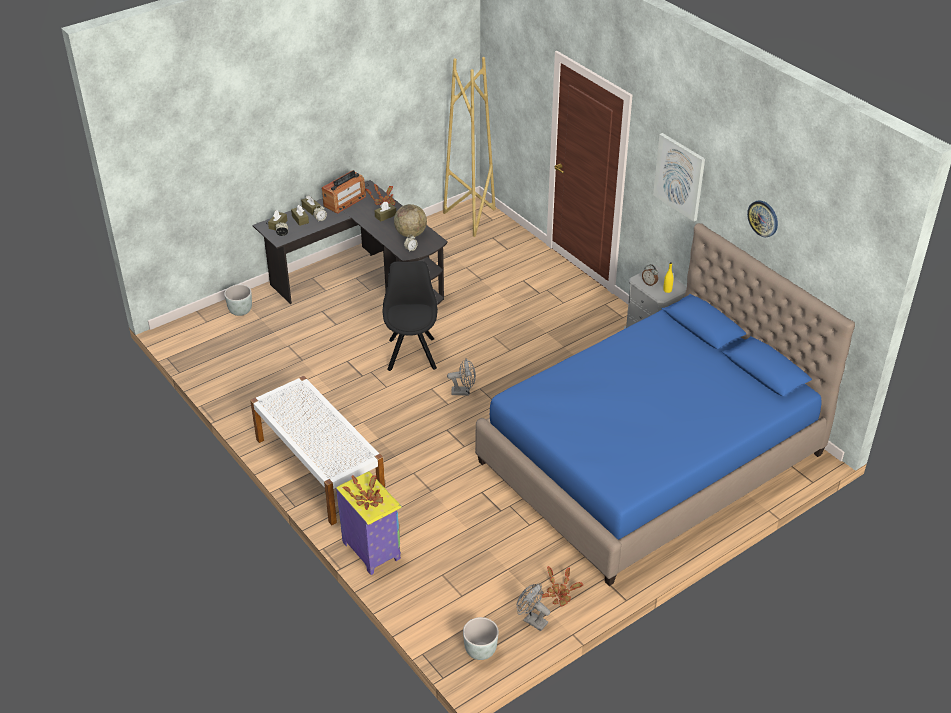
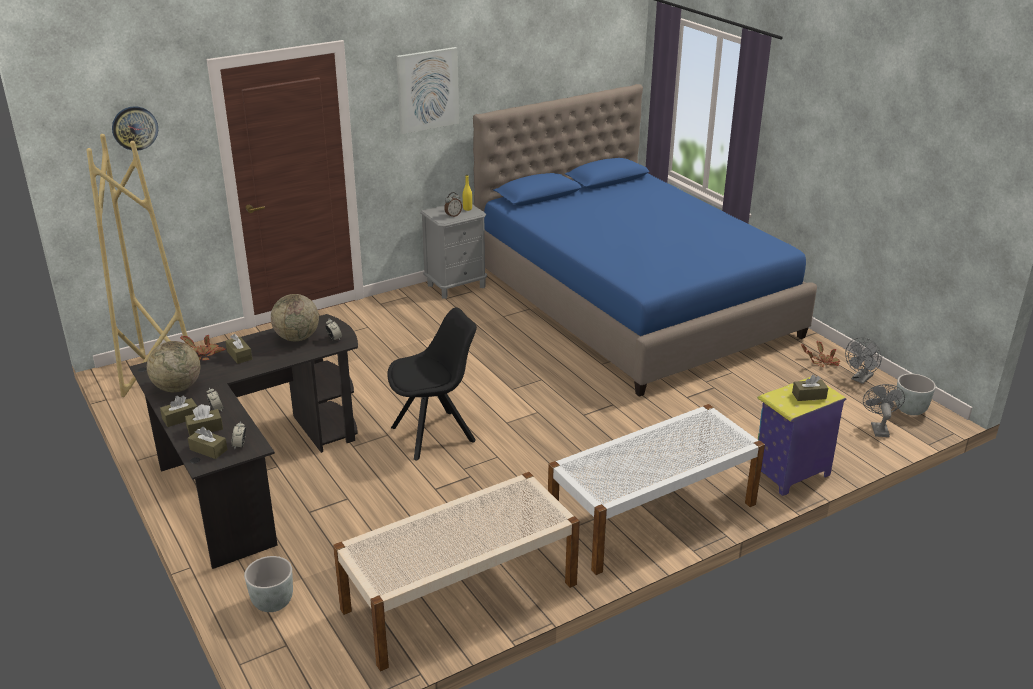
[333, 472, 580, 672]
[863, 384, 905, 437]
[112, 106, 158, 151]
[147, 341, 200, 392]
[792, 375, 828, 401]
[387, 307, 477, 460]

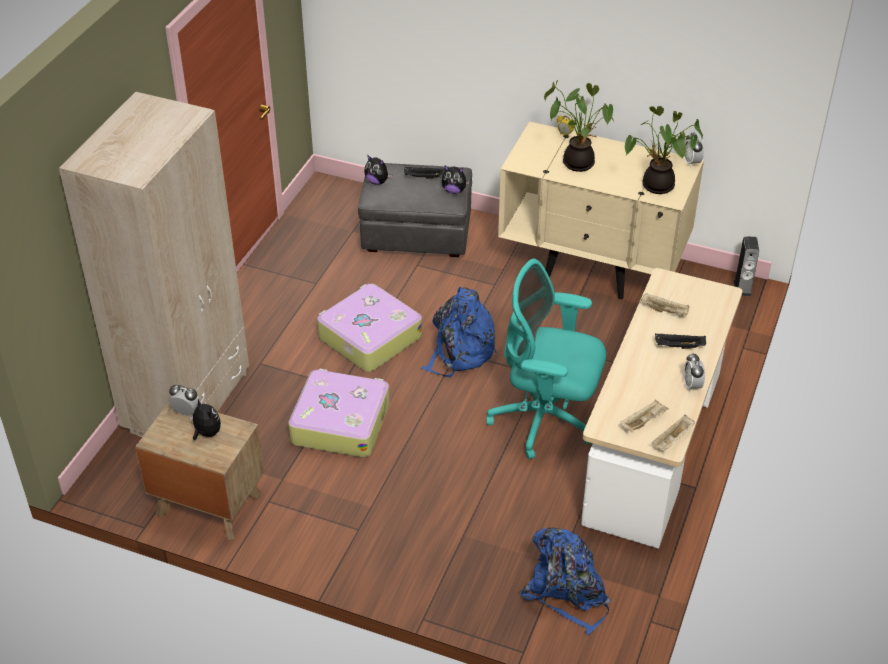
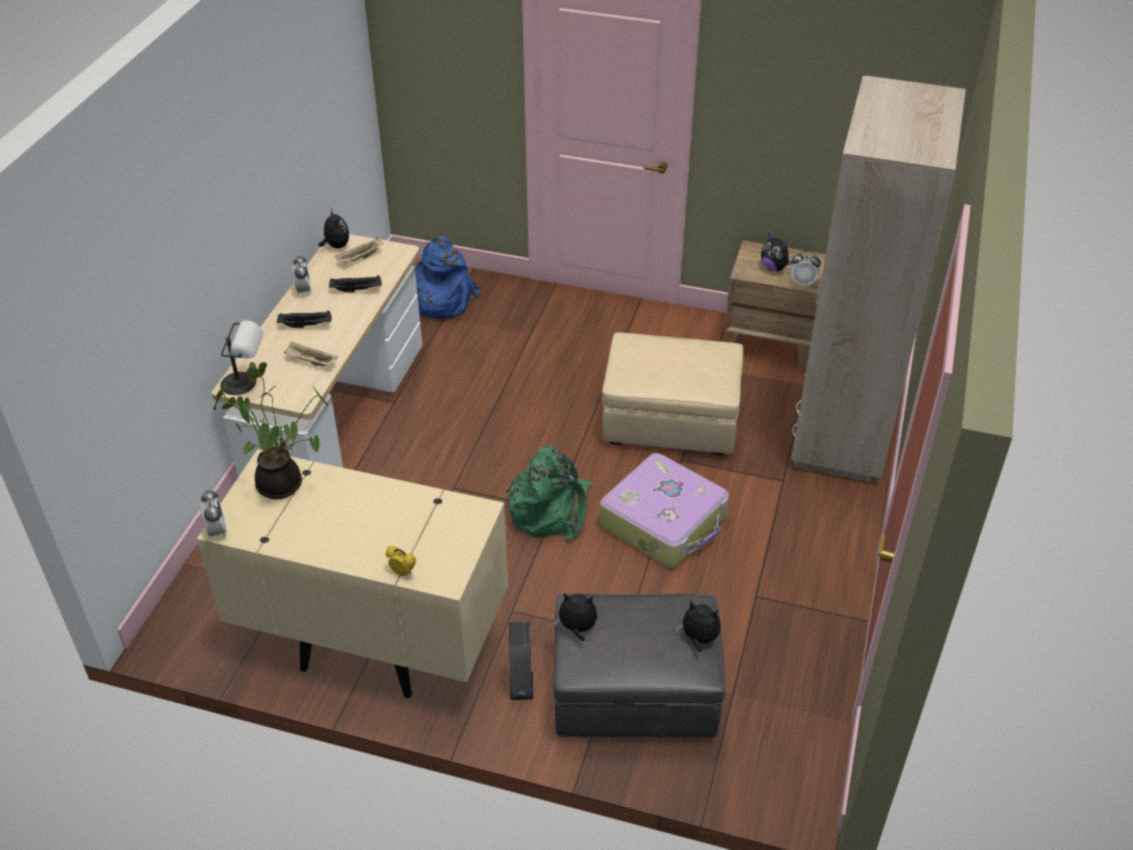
[487, 259, 606, 459] (first image)
[544, 80, 614, 172] (first image)
[220, 320, 264, 395]
[329, 275, 382, 293]
[509, 621, 533, 700]
[602, 333, 744, 456]
[318, 209, 349, 248]
[506, 445, 594, 541]

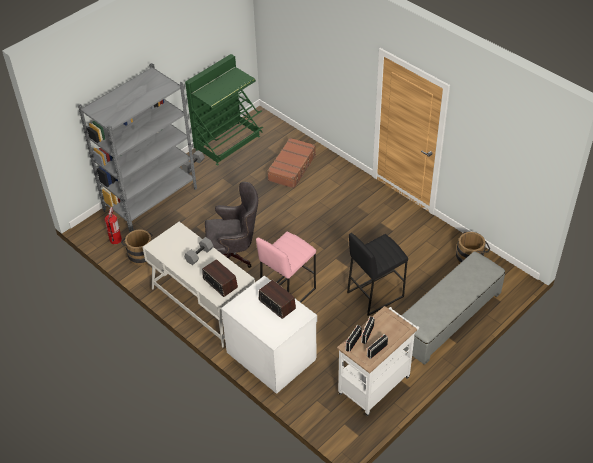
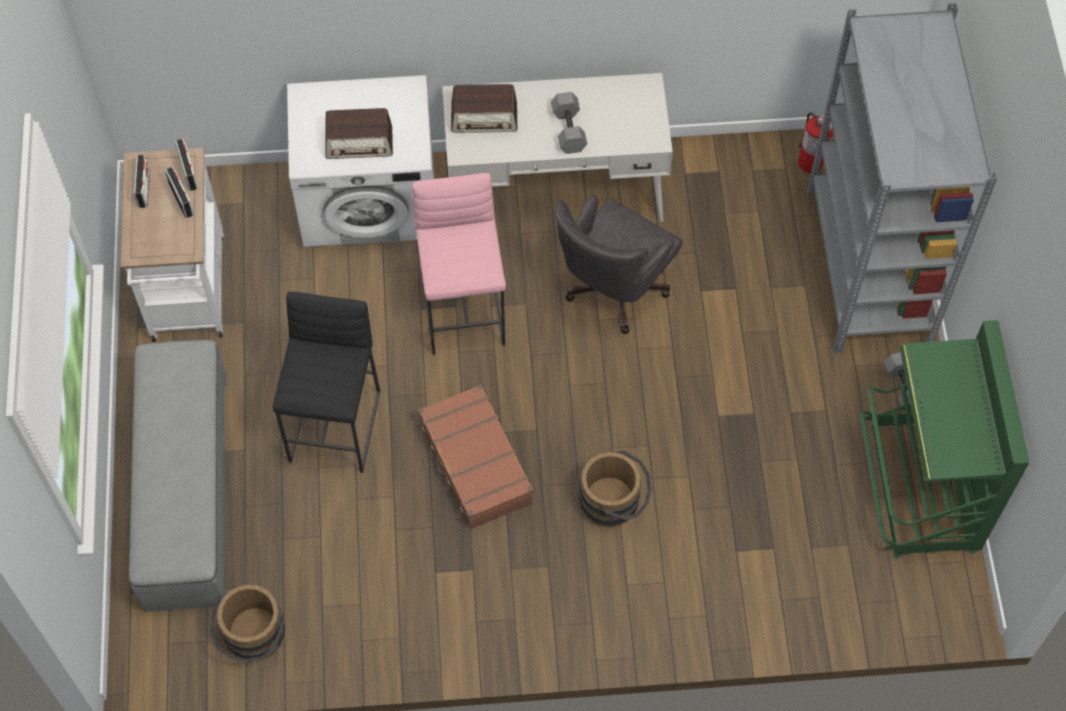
[579, 450, 652, 528]
[418, 384, 533, 529]

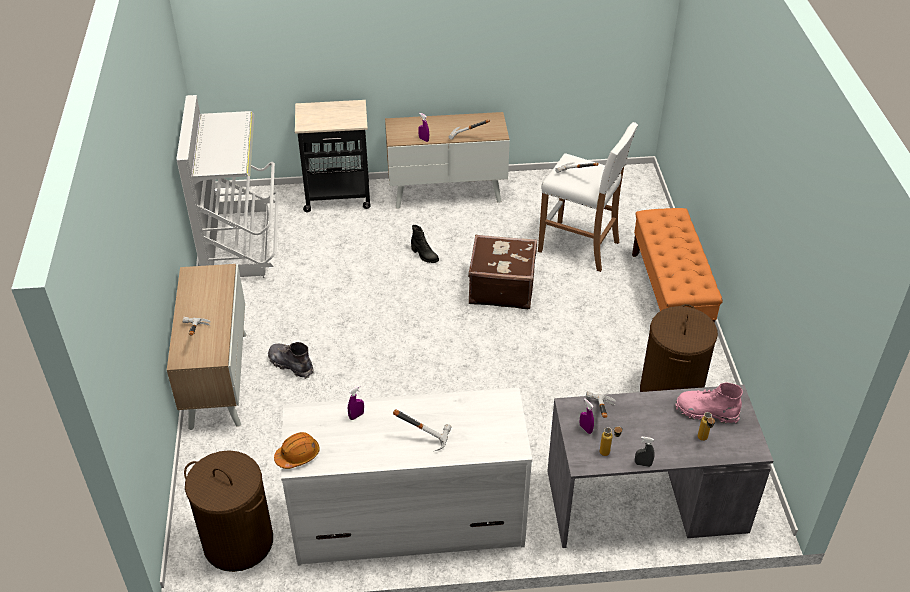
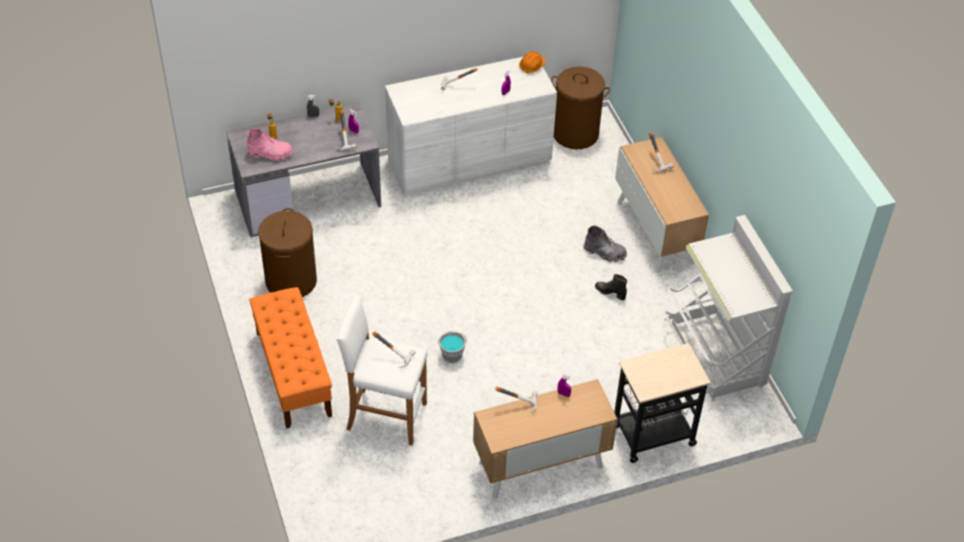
[595, 274, 627, 300]
[438, 331, 467, 363]

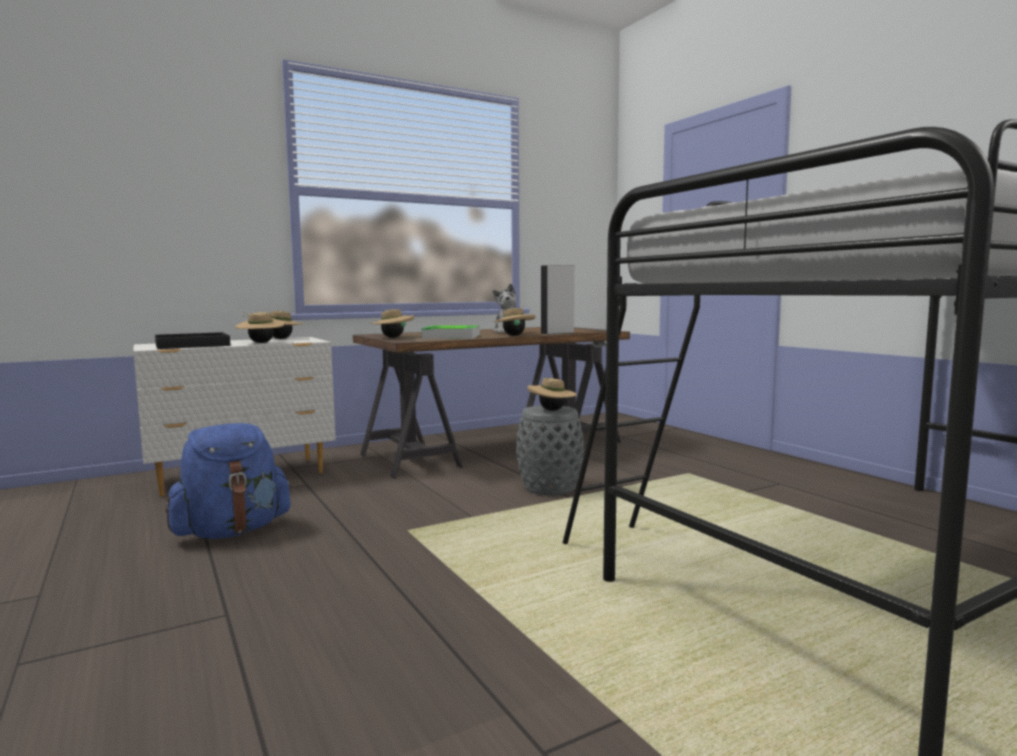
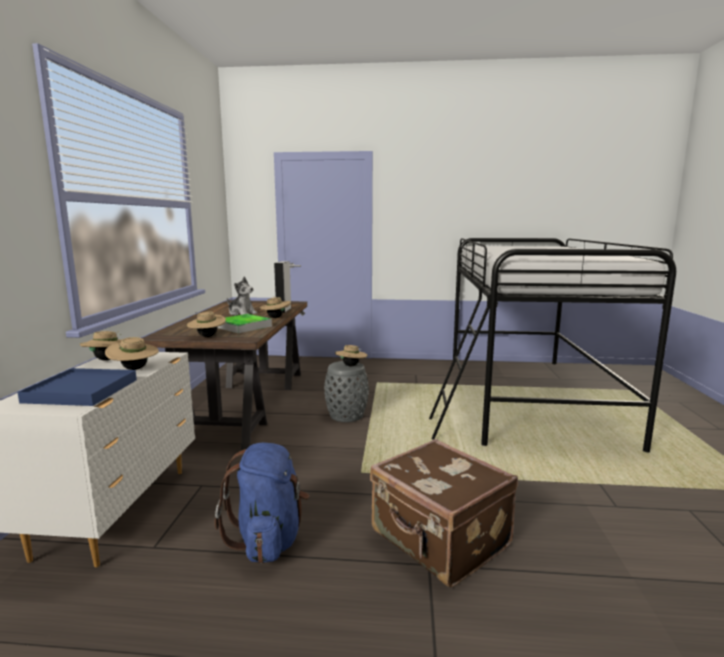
[370, 439, 518, 587]
[17, 368, 137, 406]

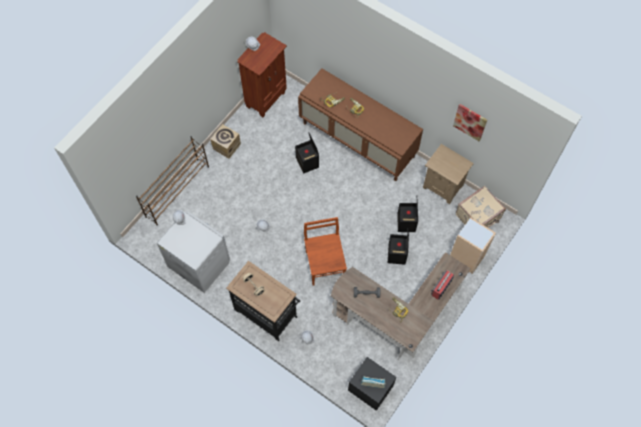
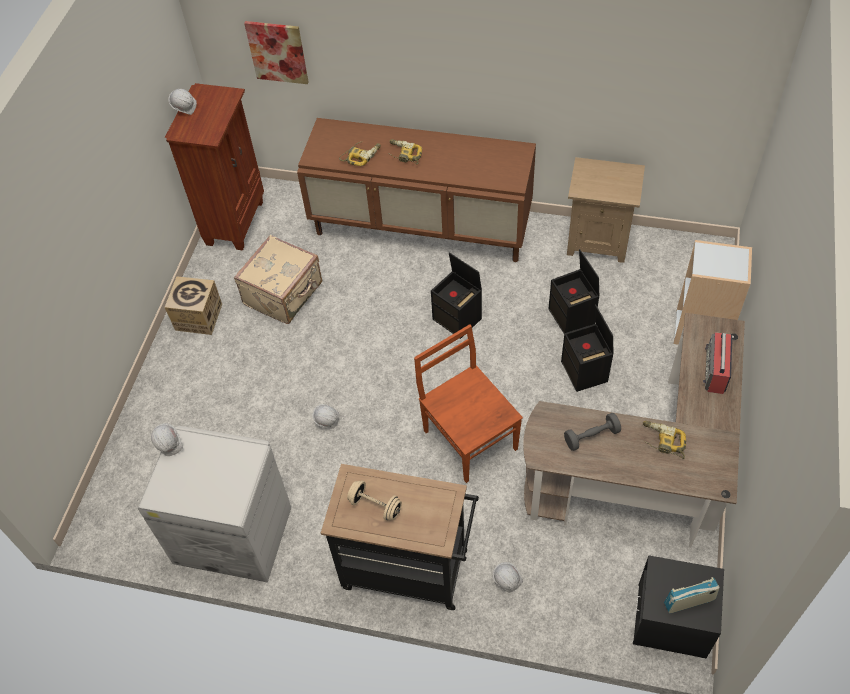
[136, 136, 209, 225] (first image)
[431, 252, 482, 339]
[244, 21, 308, 84]
[234, 235, 322, 324]

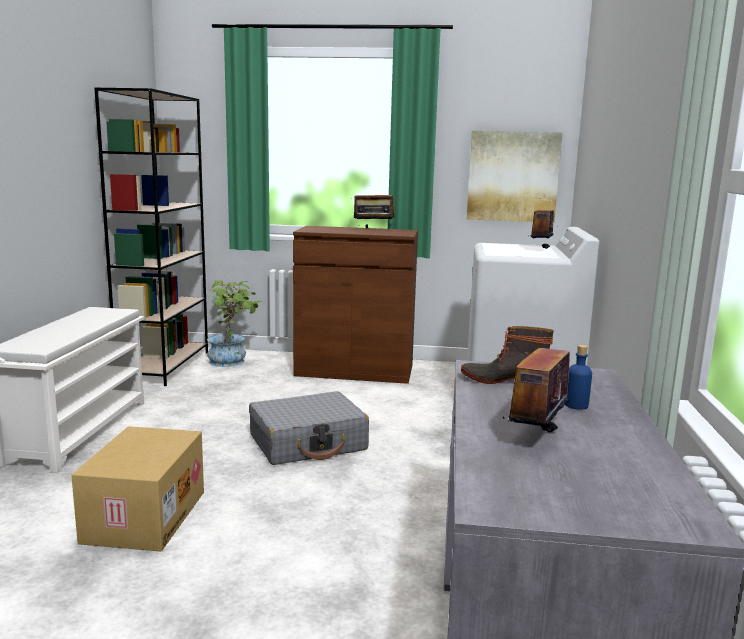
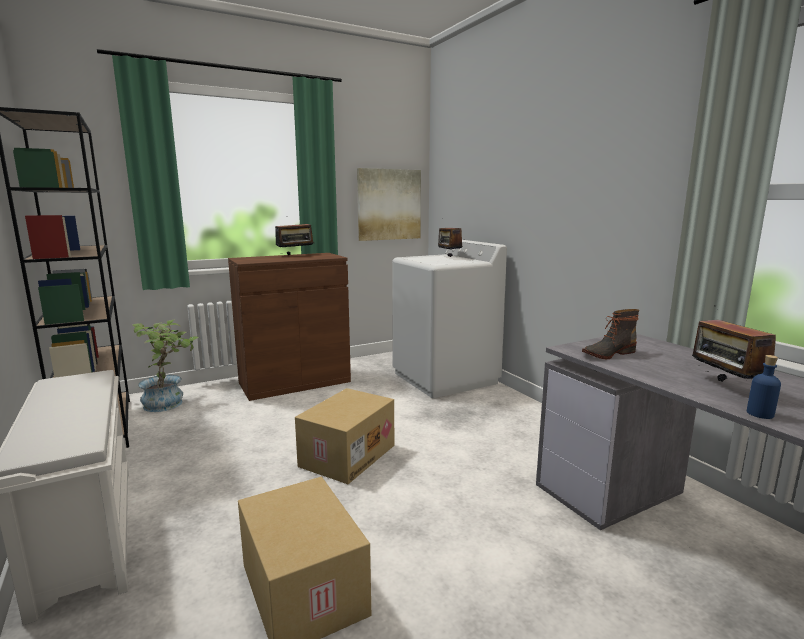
[747, 355, 781, 419]
[295, 388, 394, 484]

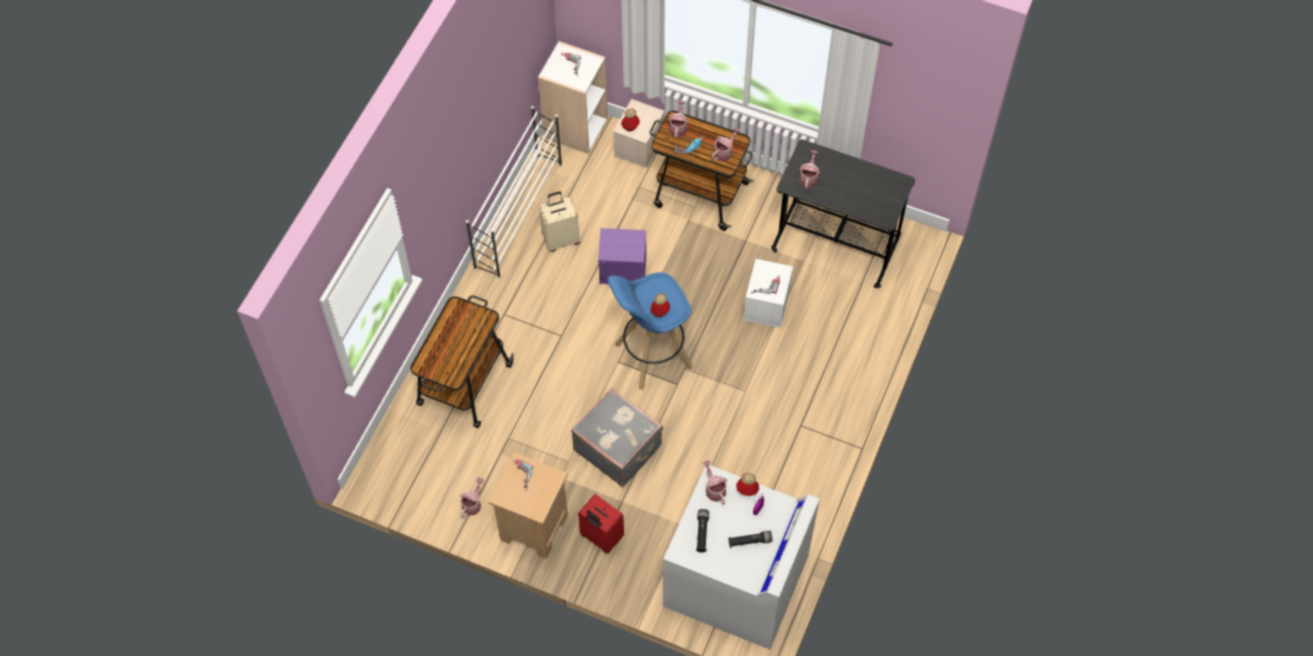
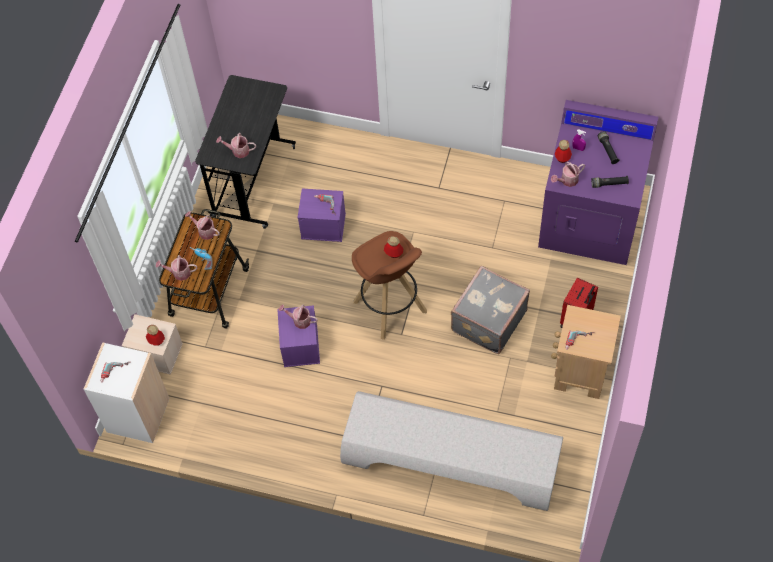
[466, 106, 562, 279] (first image)
[539, 191, 580, 252] (first image)
[278, 304, 318, 329]
[340, 391, 563, 511]
[352, 231, 427, 340]
[538, 100, 658, 265]
[297, 188, 346, 242]

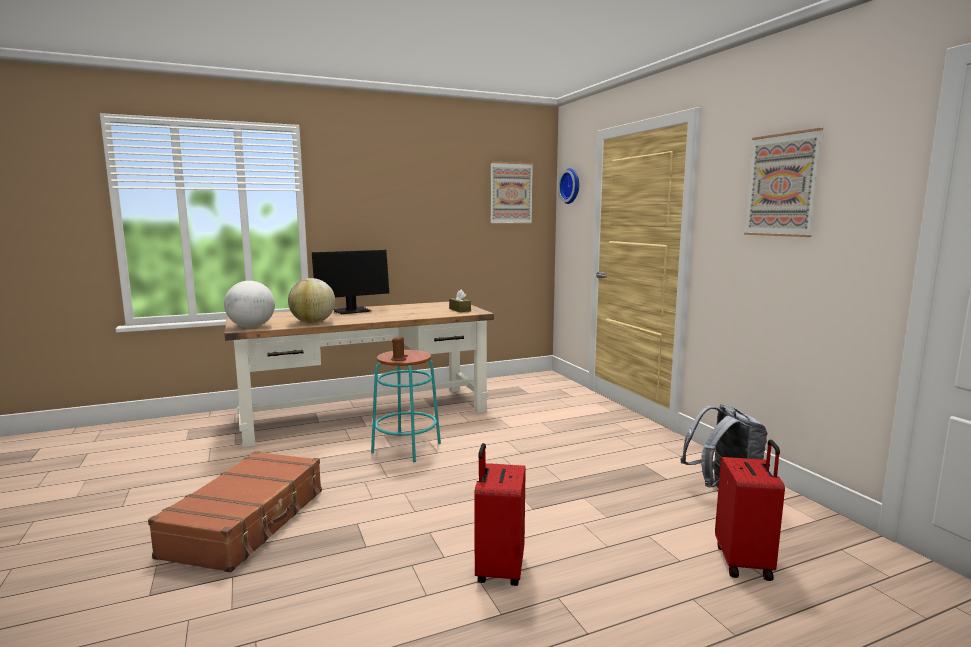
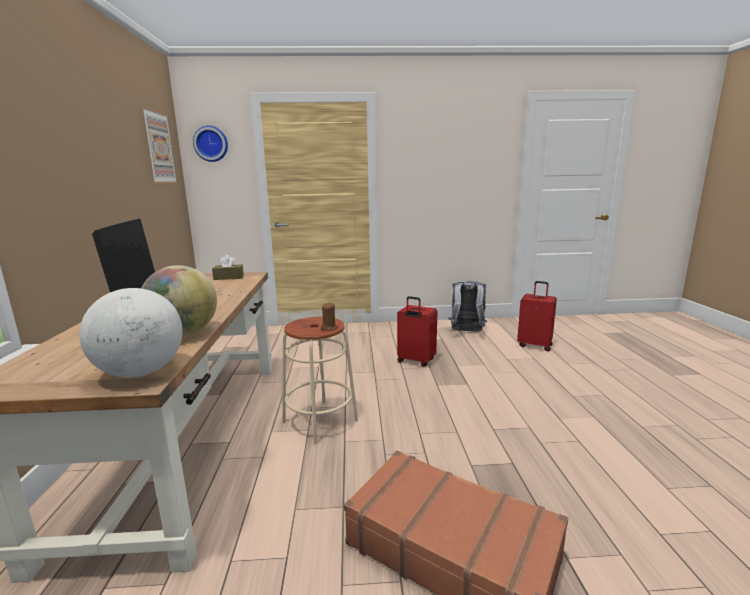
[744, 128, 823, 237] (first image)
[397, 296, 437, 367]
[282, 317, 358, 445]

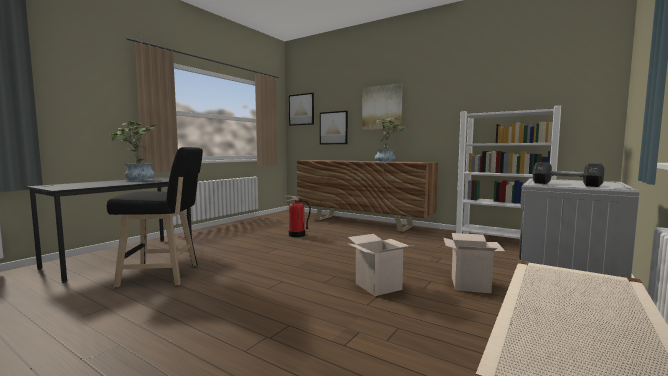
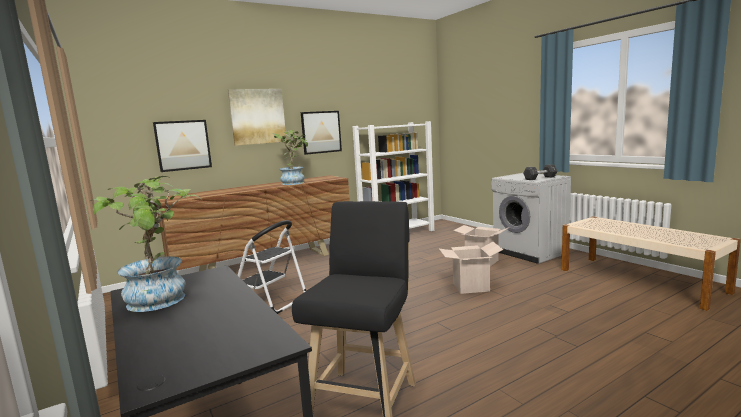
[301, 111, 342, 155]
[238, 220, 306, 314]

